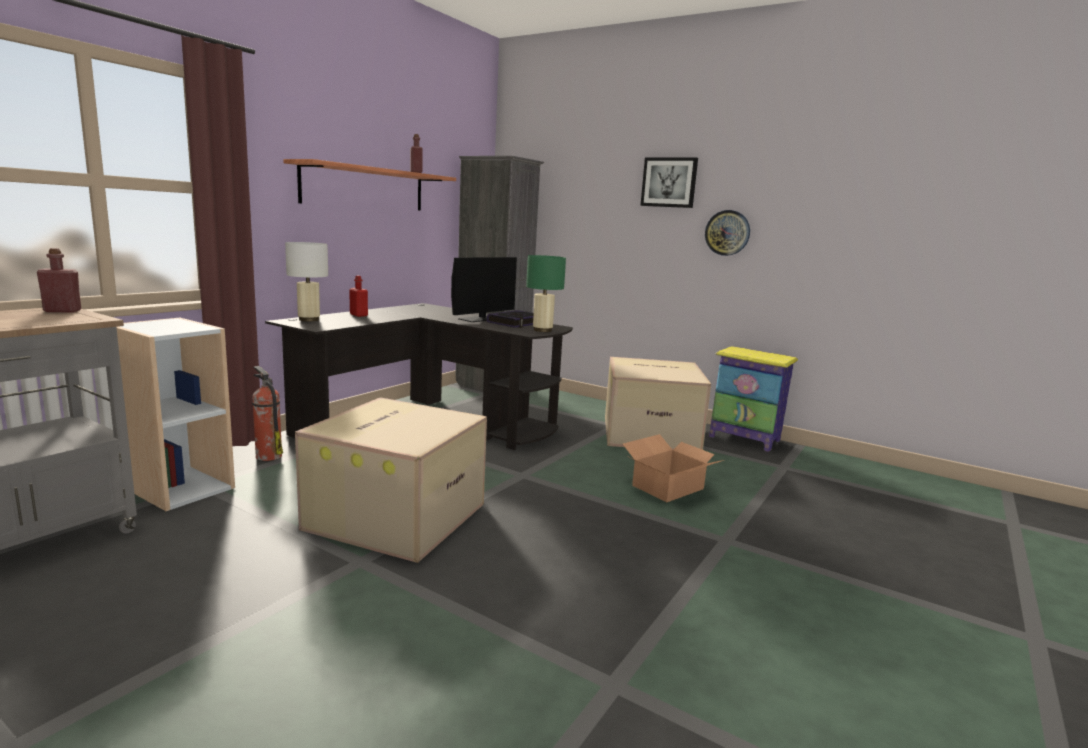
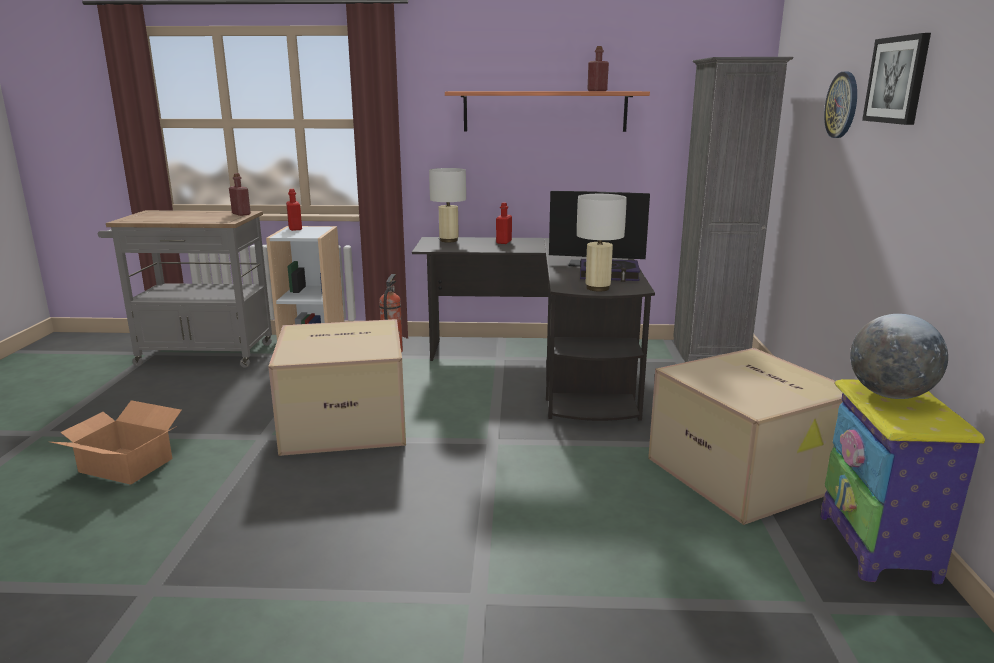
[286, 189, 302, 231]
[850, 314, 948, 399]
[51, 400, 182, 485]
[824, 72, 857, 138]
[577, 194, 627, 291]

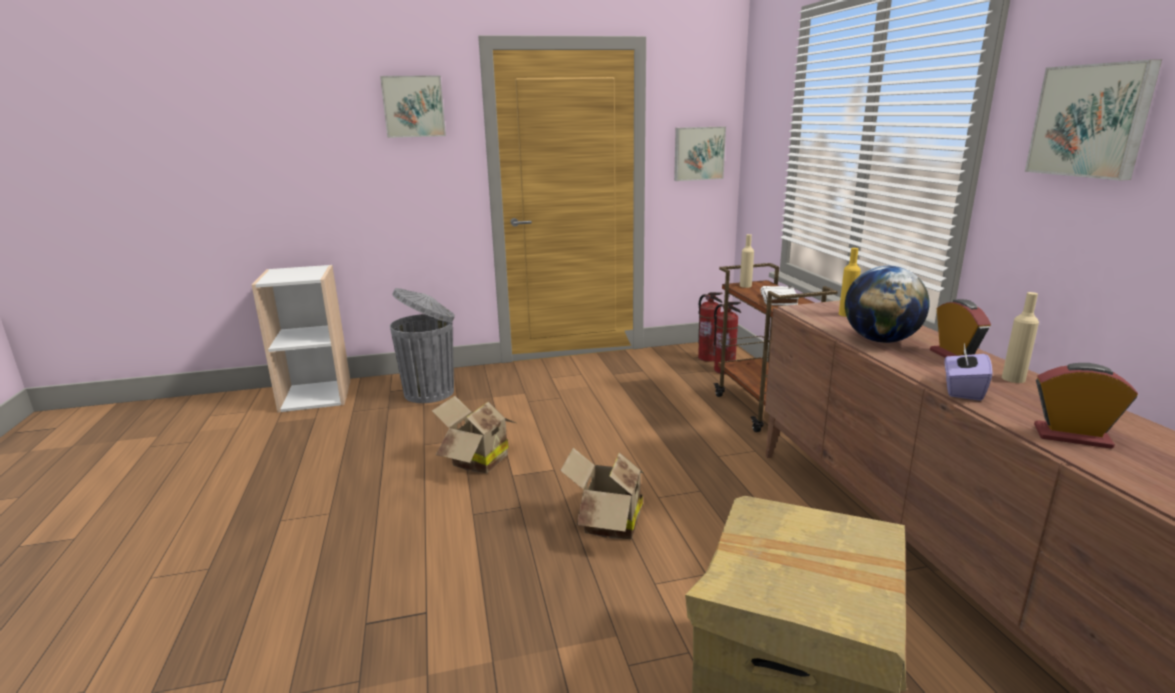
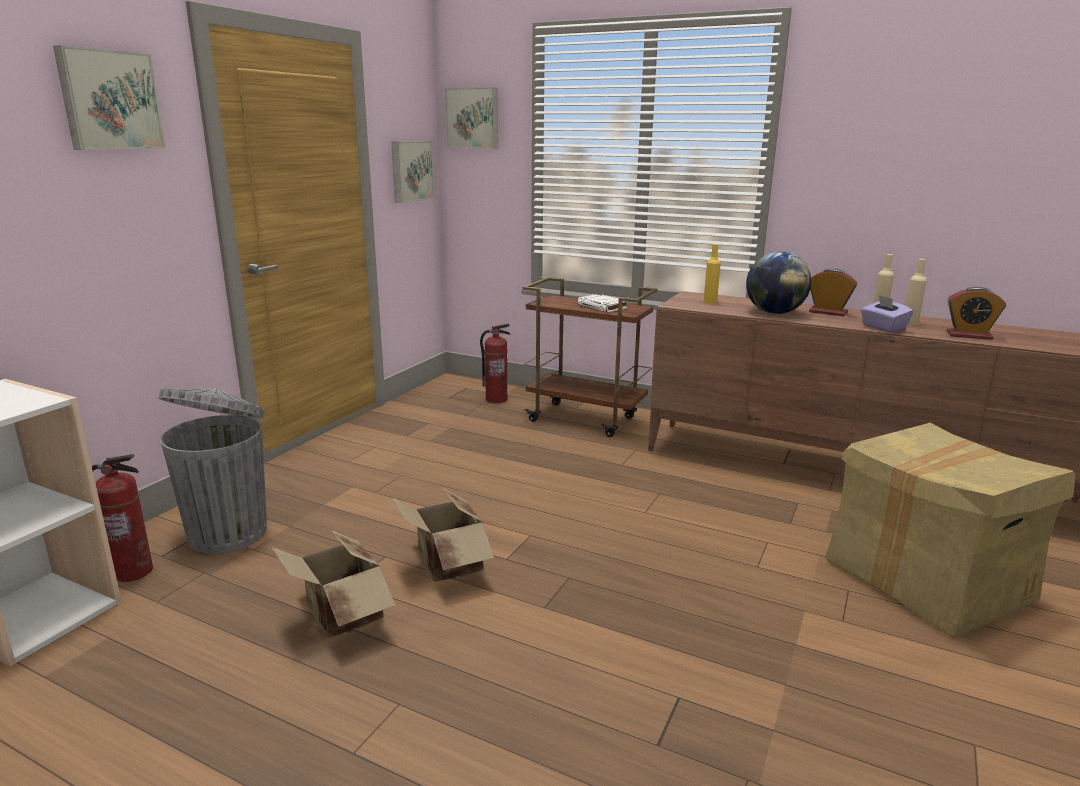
[272, 529, 395, 638]
[92, 454, 153, 582]
[905, 259, 927, 325]
[445, 87, 498, 149]
[947, 287, 1006, 340]

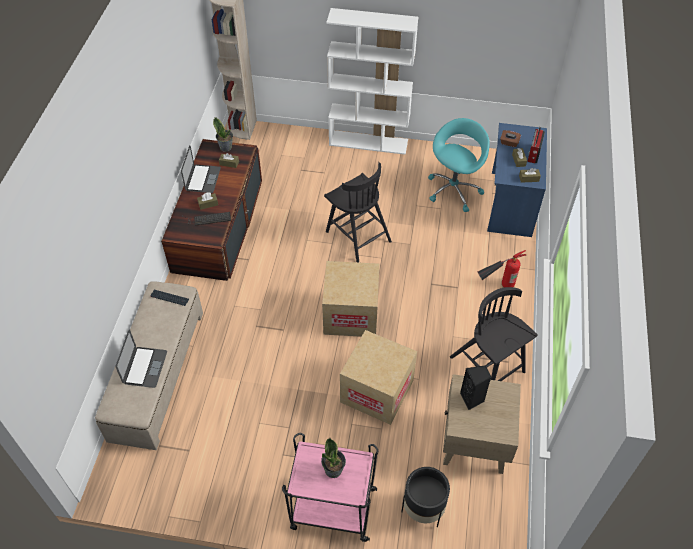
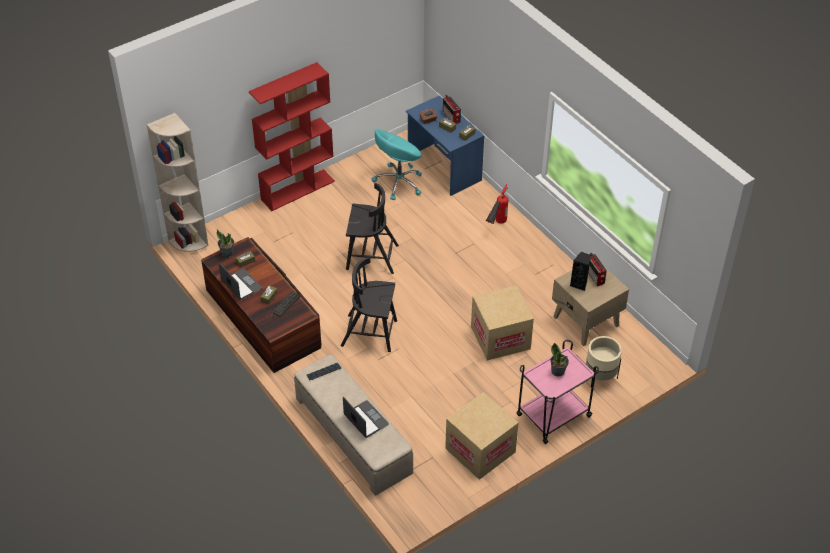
[588, 253, 607, 286]
[445, 392, 519, 480]
[341, 257, 397, 352]
[249, 62, 335, 211]
[586, 336, 622, 387]
[372, 129, 422, 200]

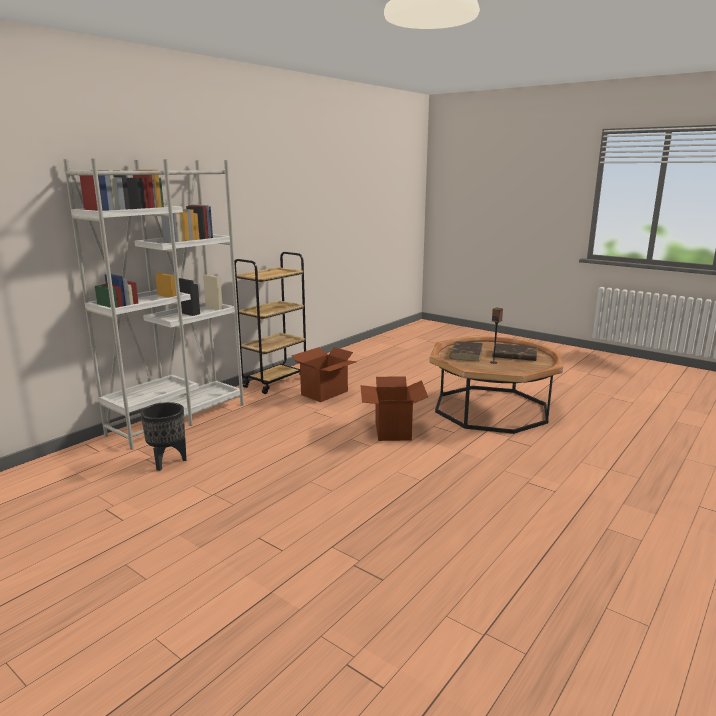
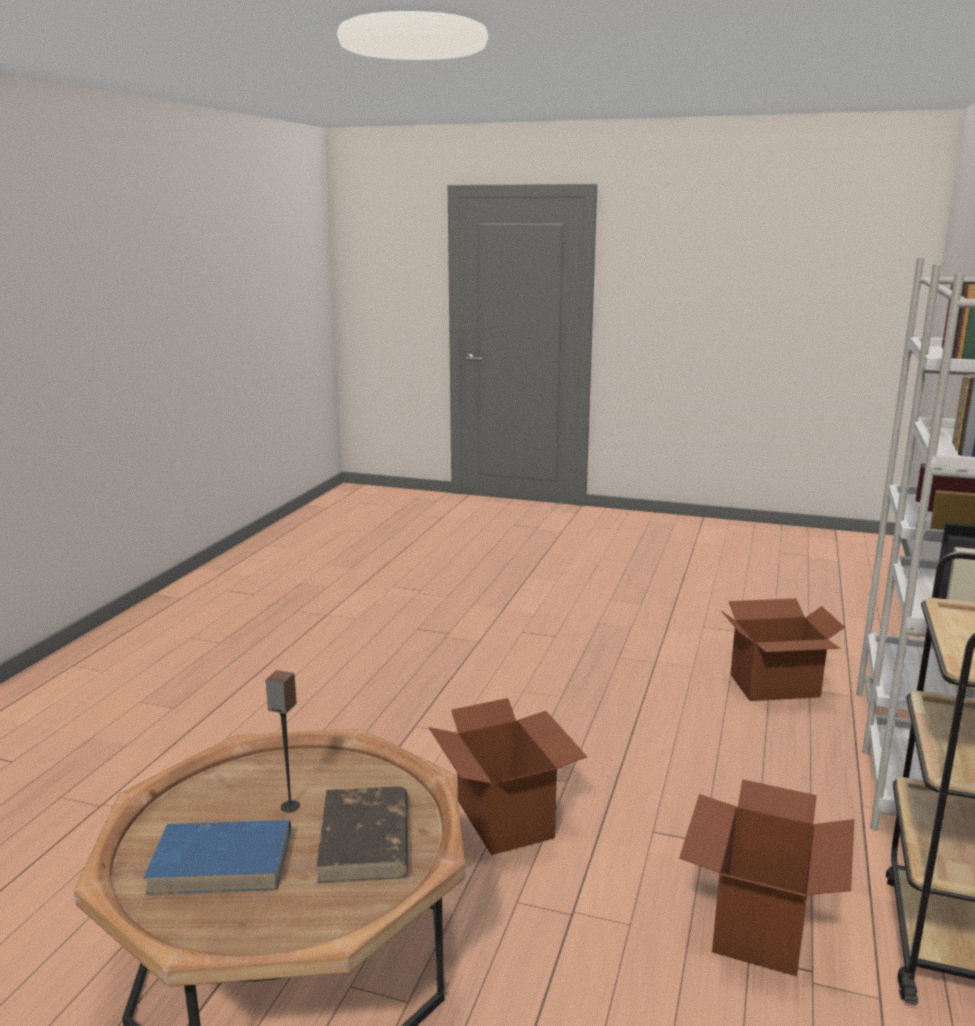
[721, 598, 845, 701]
[143, 820, 291, 895]

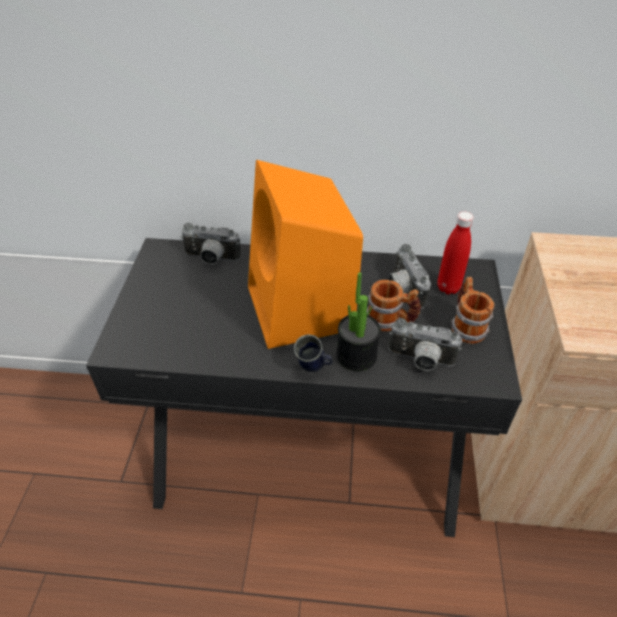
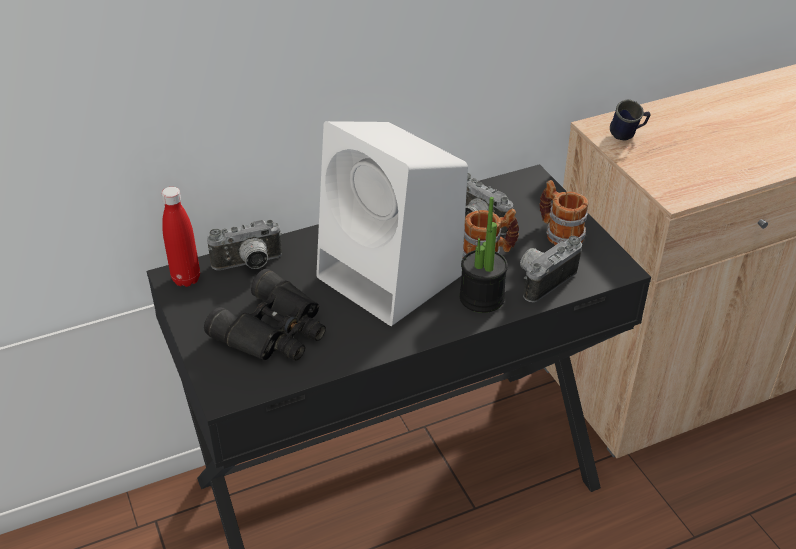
[204, 269, 326, 361]
[610, 100, 651, 140]
[161, 187, 200, 287]
[316, 121, 468, 326]
[520, 236, 582, 302]

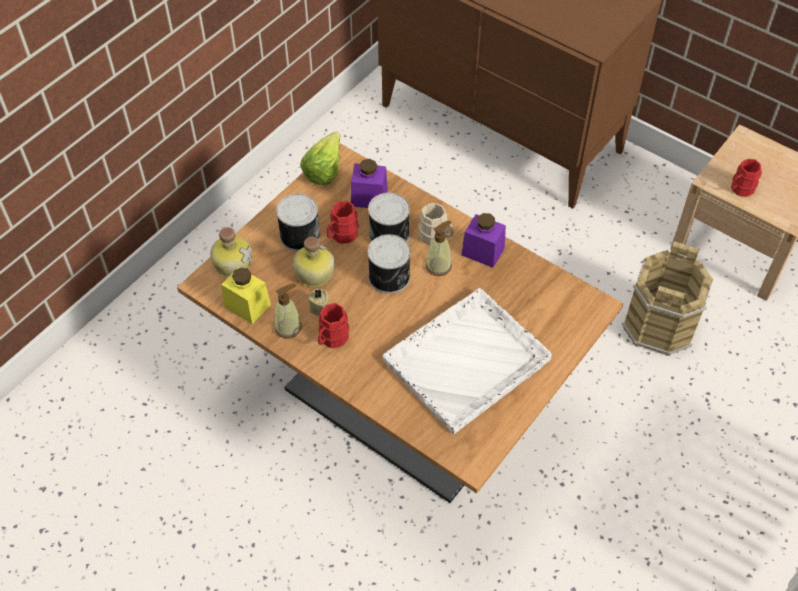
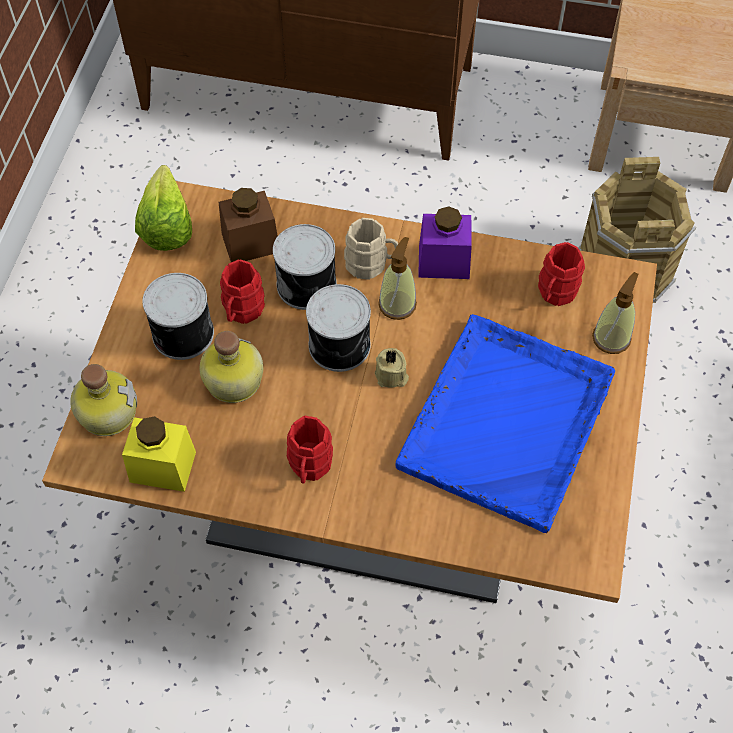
[592, 272, 638, 354]
[375, 348, 409, 388]
[538, 242, 585, 306]
[219, 188, 278, 262]
[396, 314, 615, 533]

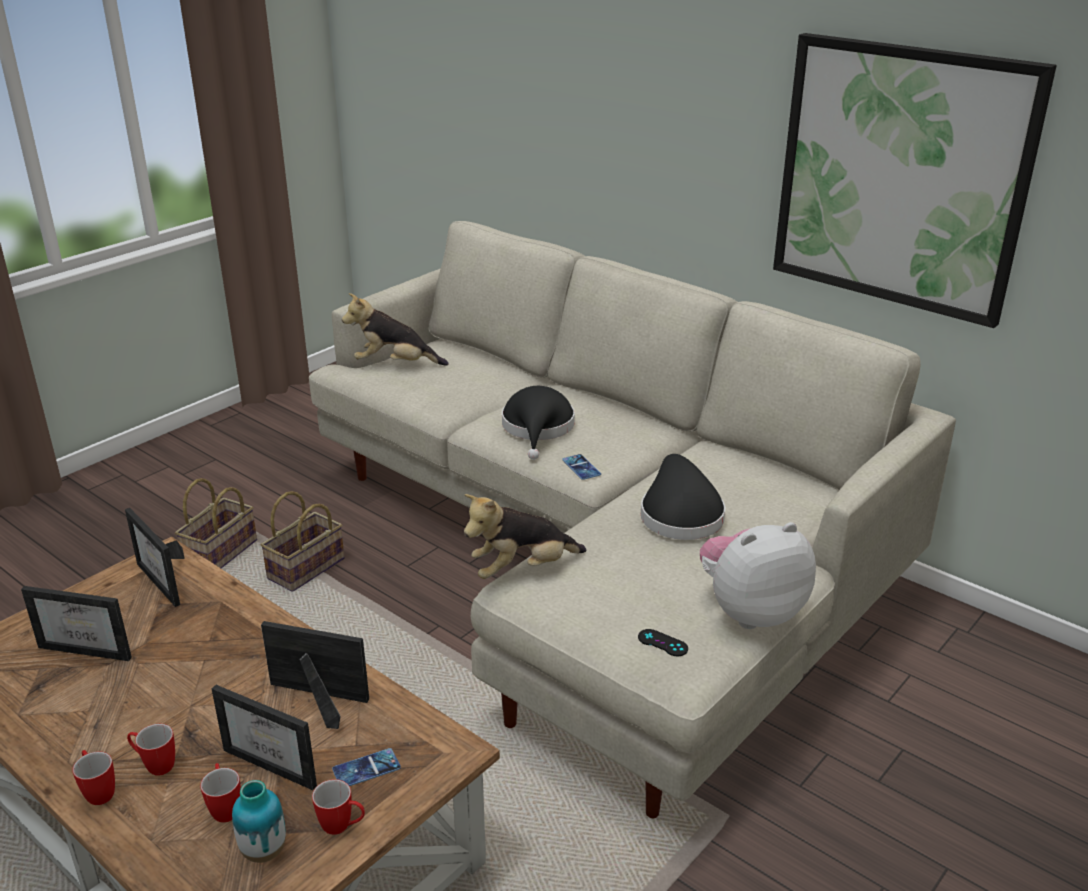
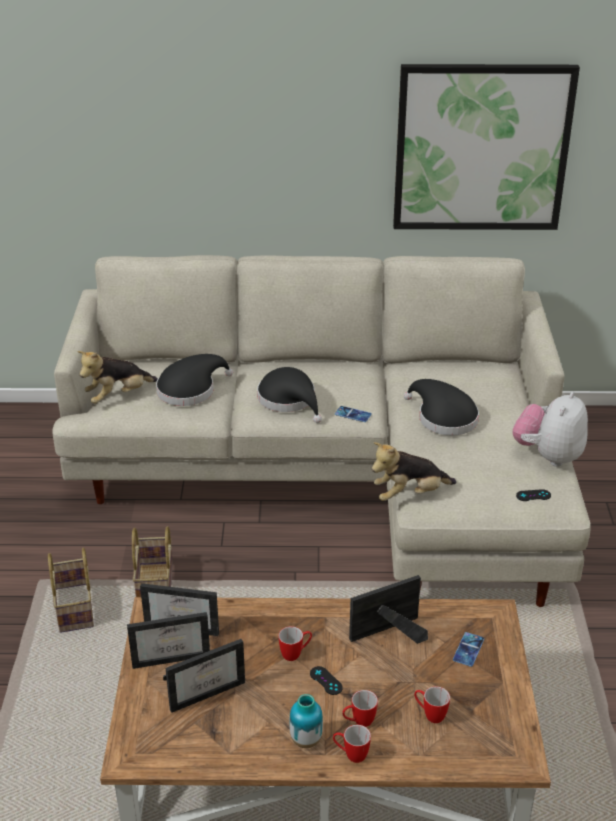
[156, 354, 233, 406]
[310, 666, 343, 695]
[127, 612, 210, 669]
[289, 694, 323, 748]
[279, 626, 312, 661]
[372, 442, 456, 501]

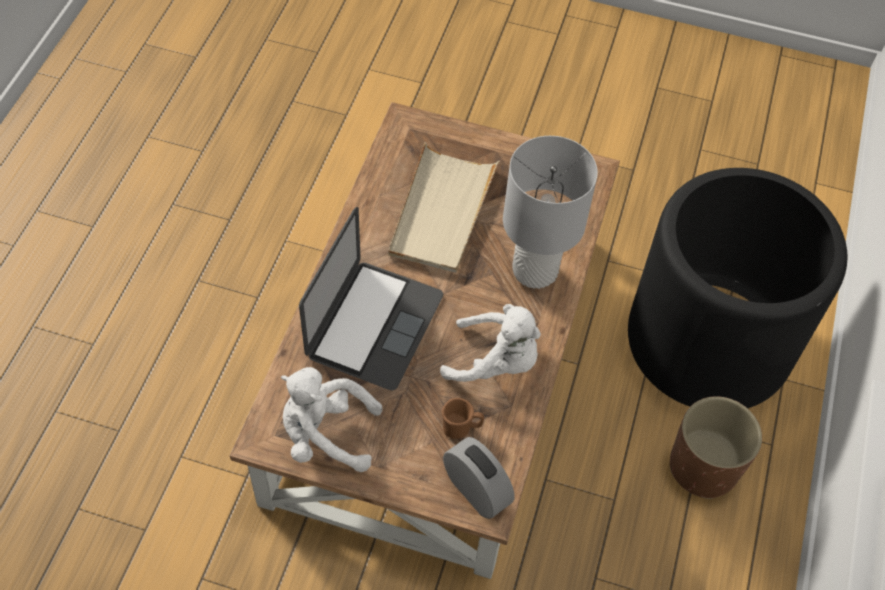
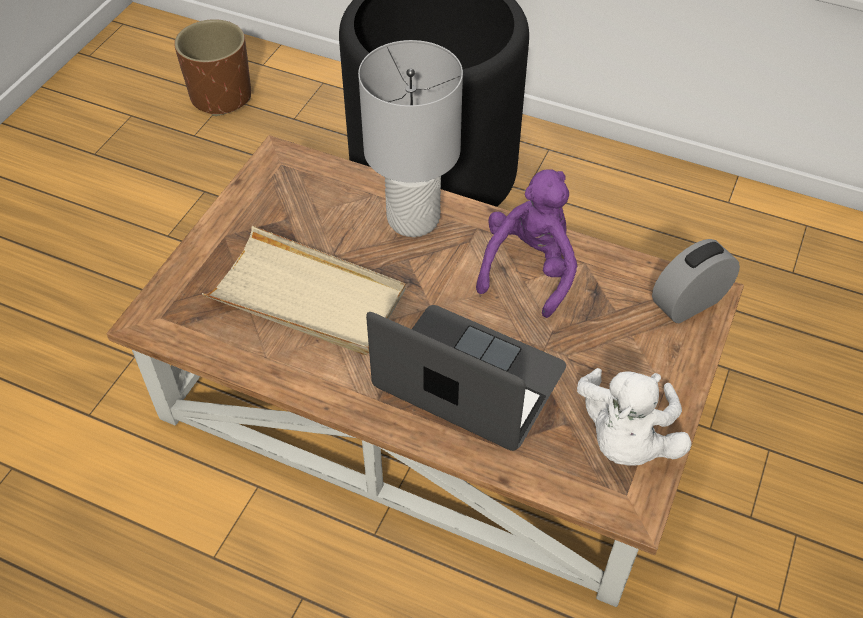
[442, 398, 484, 439] (first image)
[174, 19, 251, 116]
[476, 169, 577, 318]

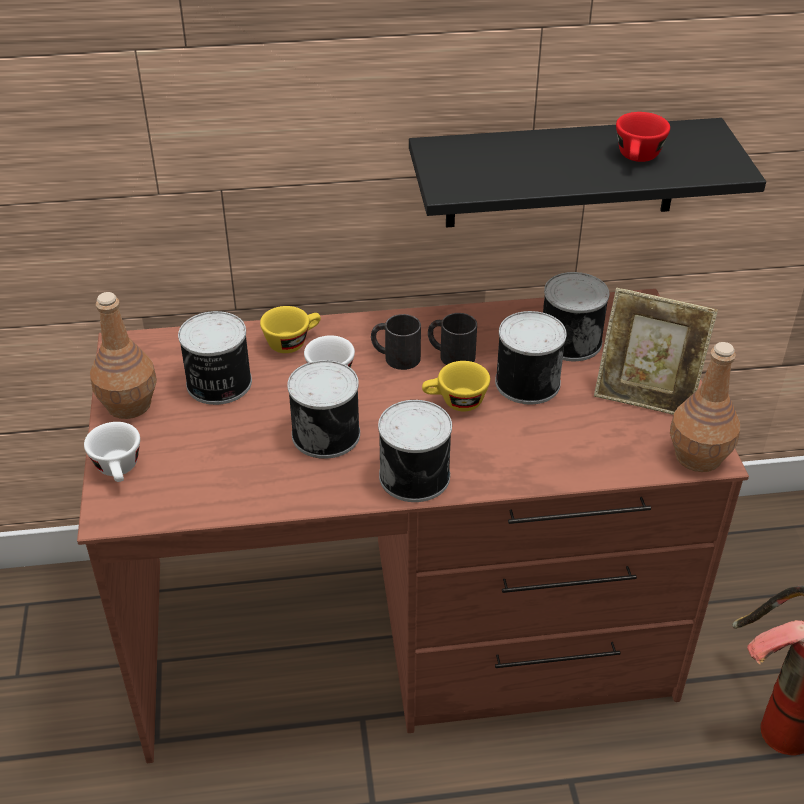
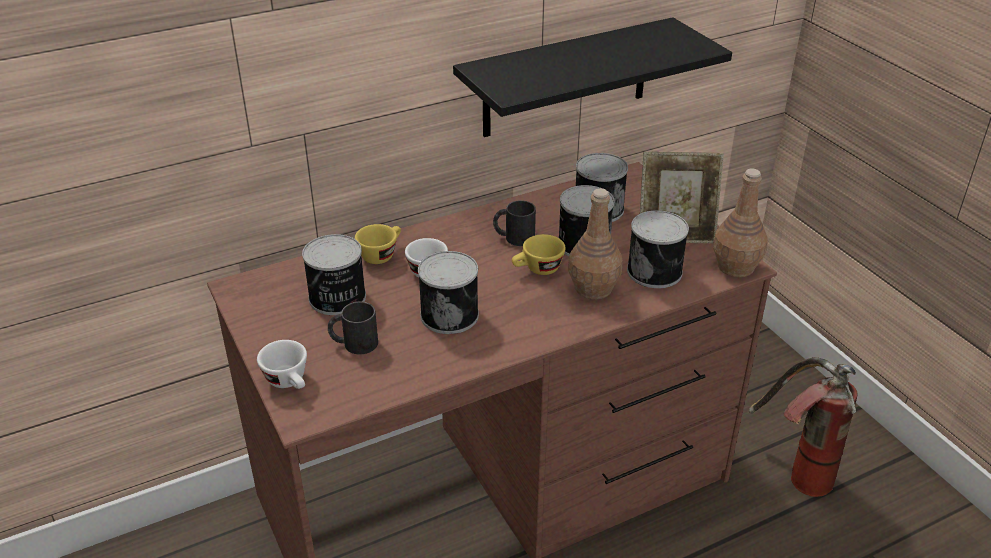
[616, 112, 670, 162] (first image)
[568, 188, 622, 300]
[328, 302, 378, 355]
[627, 210, 689, 288]

